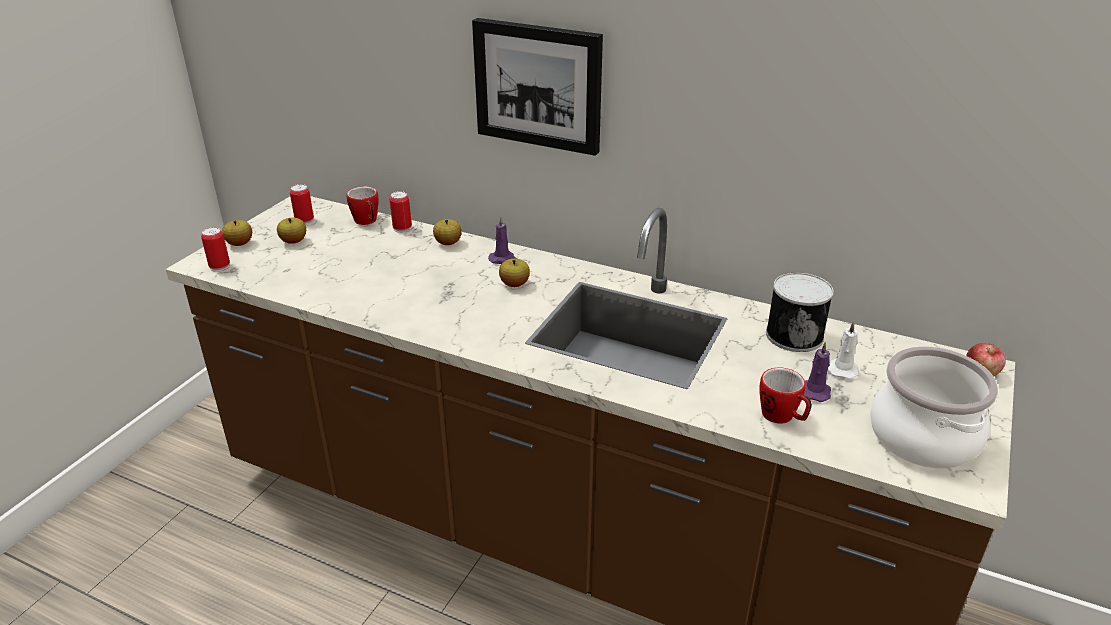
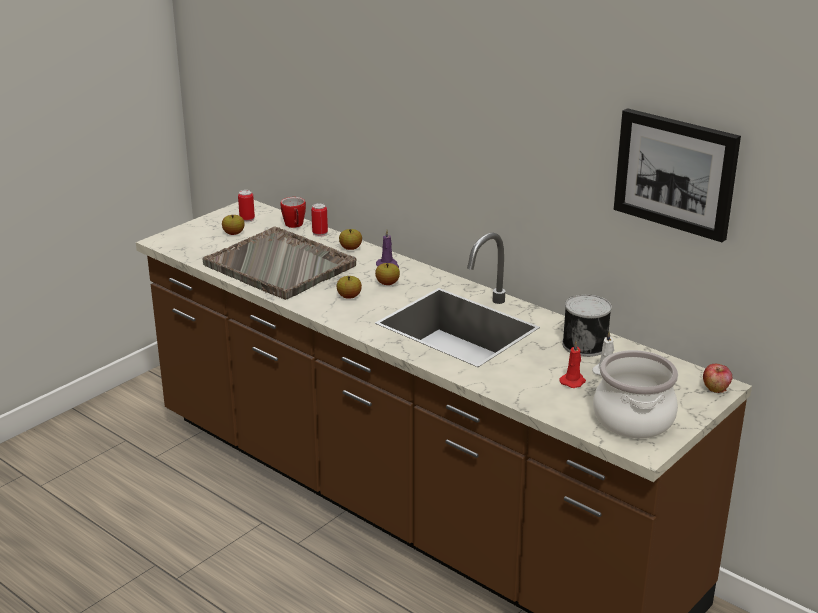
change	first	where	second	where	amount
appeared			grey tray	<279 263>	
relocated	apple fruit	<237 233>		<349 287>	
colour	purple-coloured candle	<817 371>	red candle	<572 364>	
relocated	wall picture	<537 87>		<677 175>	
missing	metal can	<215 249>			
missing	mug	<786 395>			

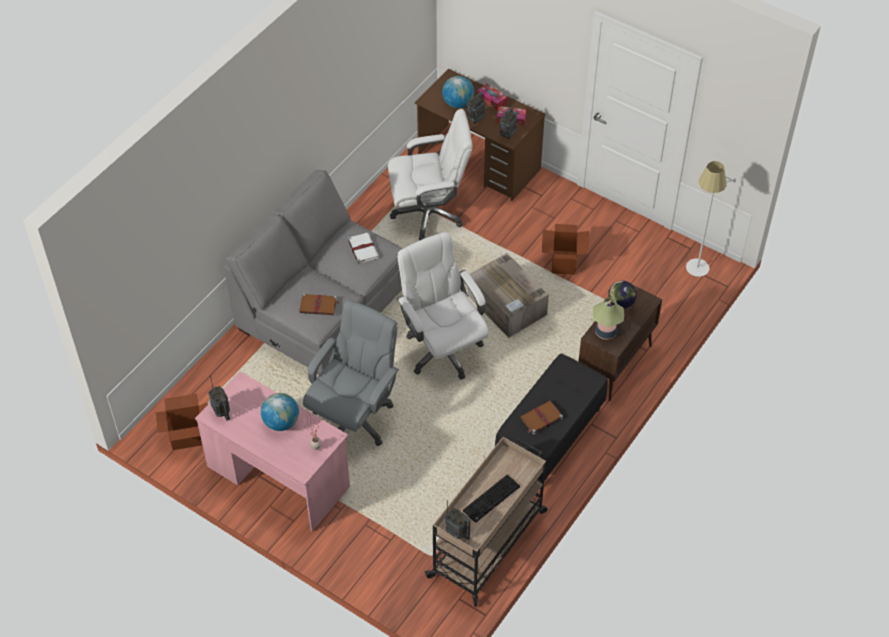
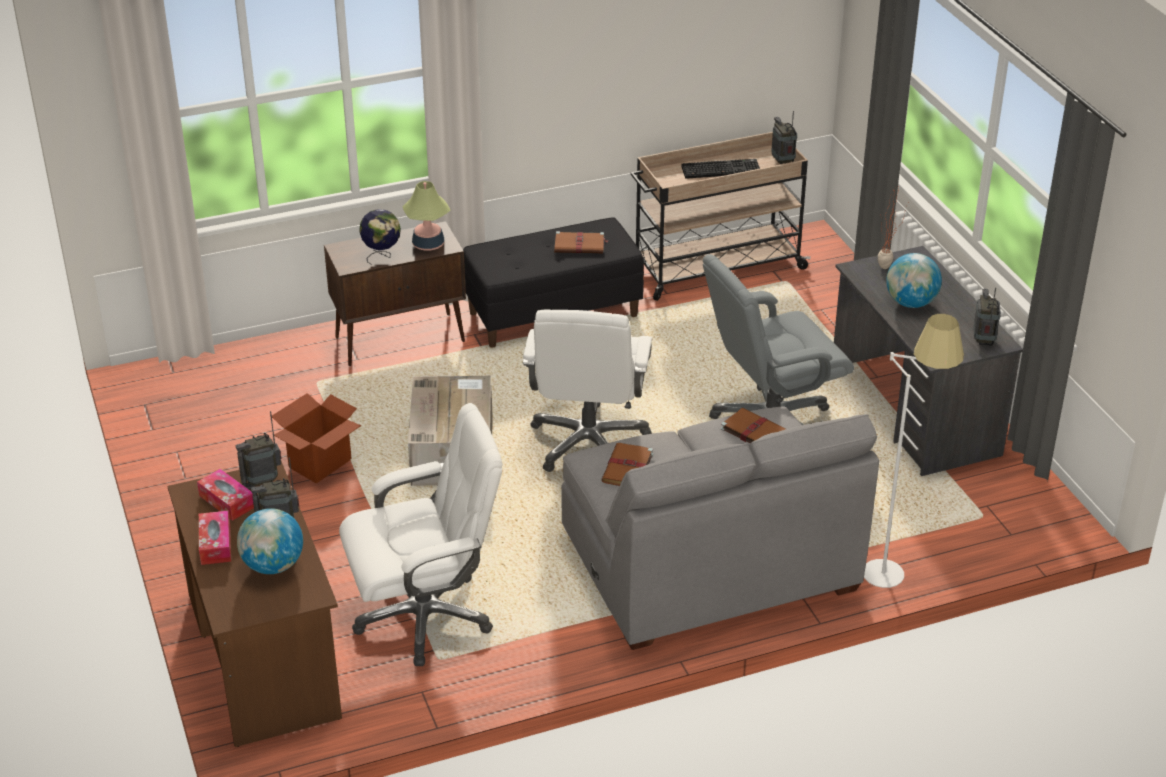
change	first	where	second	where	amount
spun	whitish office chair	<430 174>		<421 534>	135 degrees clockwise
colour	whitish volume	<363 248>	brownish volume	<627 464>	
colour	pinkish desk	<272 451>	grey desk	<928 361>	
relocated	whitish standard lamp	<711 219>		<914 451>	
missing	packing box	<182 421>			

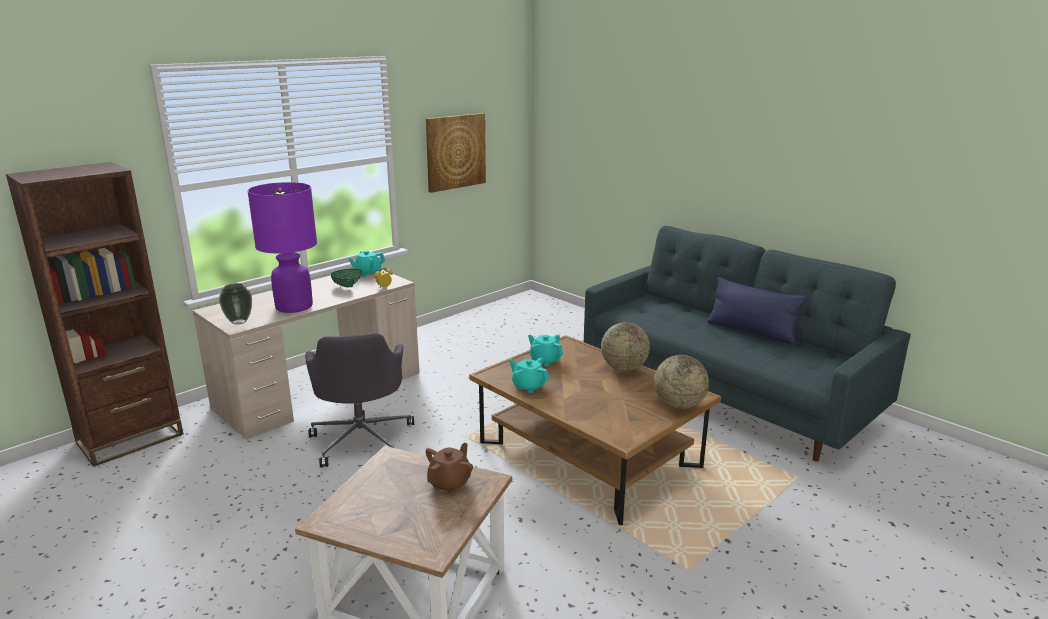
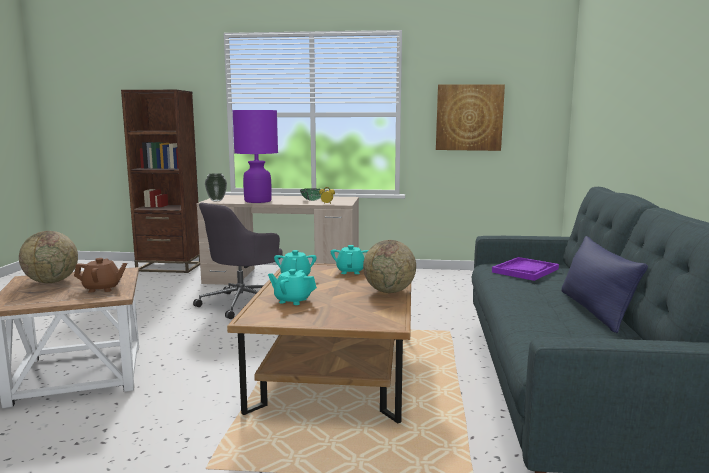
change	first	where	second	where	amount
relocated	globe	<681 382>		<48 257>	
relocated	turquoise pot for tea	<366 264>		<292 287>	
appeared			purple-coloured tray	<525 269>	

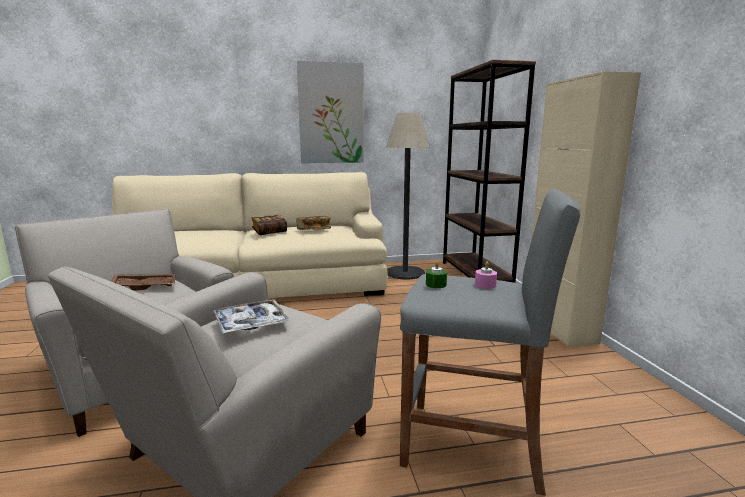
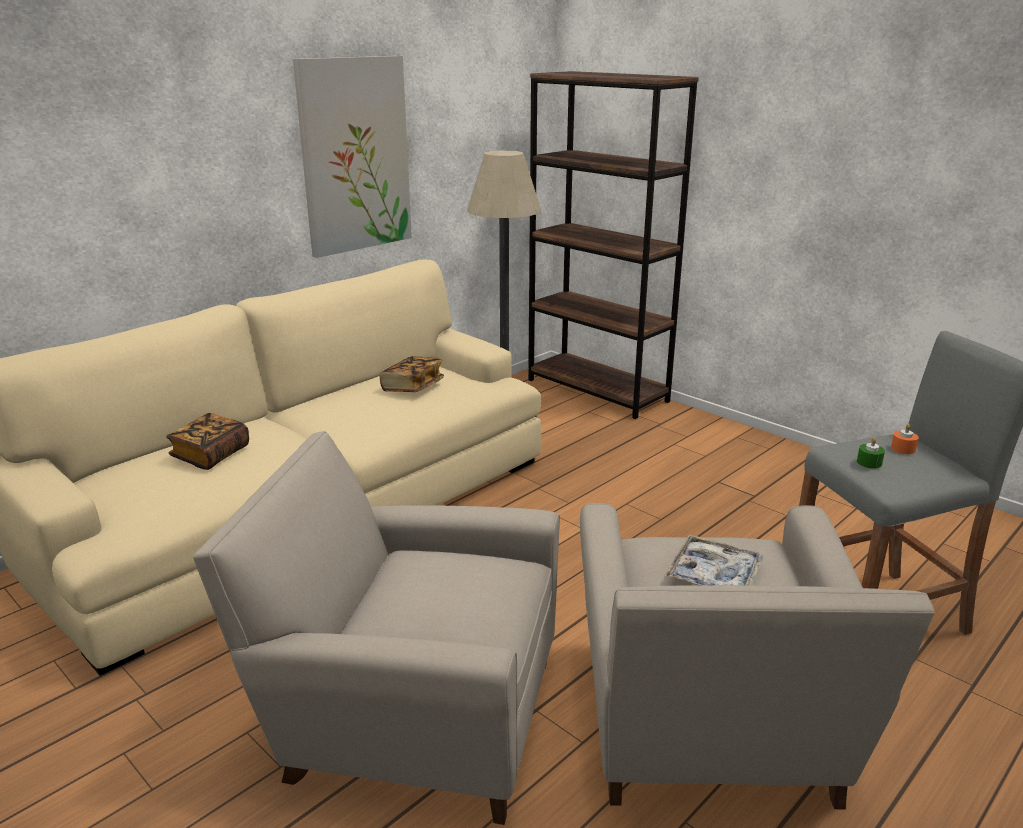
change	first	where	second	where	amount
relocated	volume	<269 225>		<207 441>	
colour	pinkish candle	<486 275>	orange-coloured candle	<905 439>	
missing	brownish tray	<143 282>			
missing	sand-coloured cabinet	<586 209>			

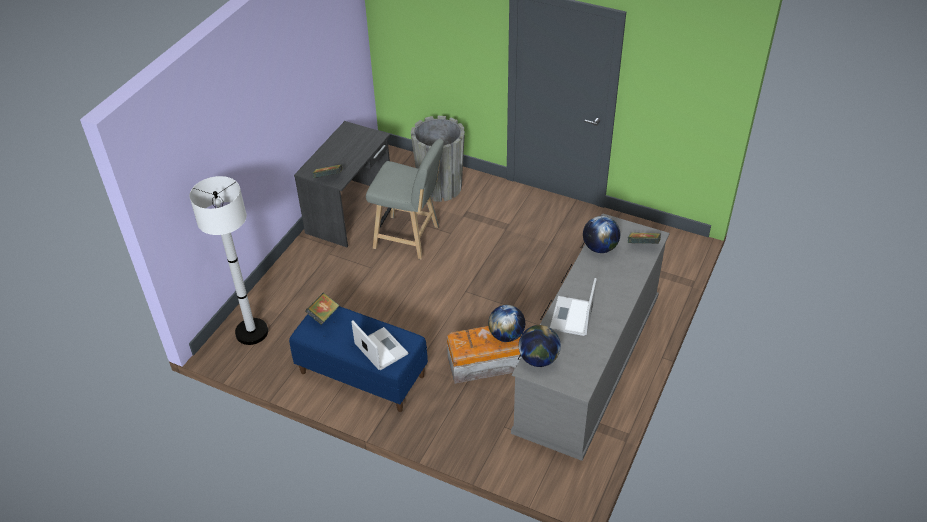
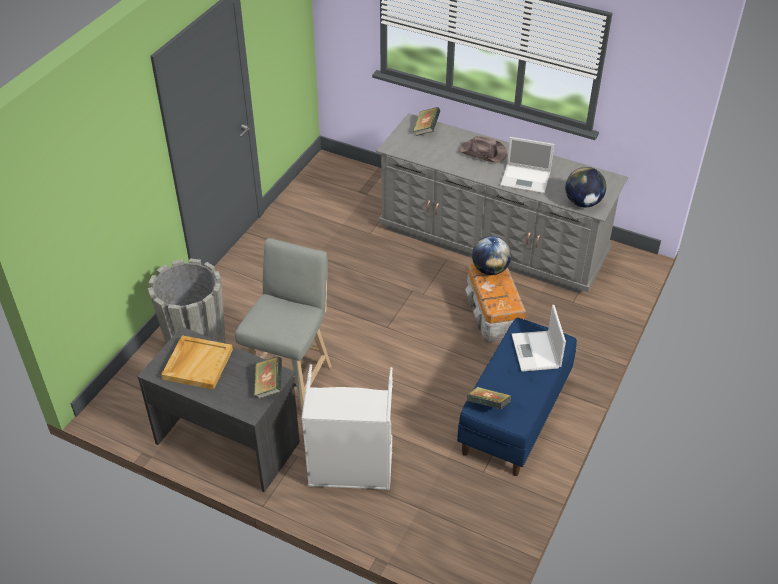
change	first	where	second	where	amount
appeared			sand-coloured tray	<197 362>	
appeared			grey laundry basket	<347 427>	
appeared			brownish clothing hat	<483 149>	
spun	laptop	<379 345>		<539 338>	60 degrees counterclockwise
missing	whitish standard lamp	<229 260>			
missing	globe	<601 234>			

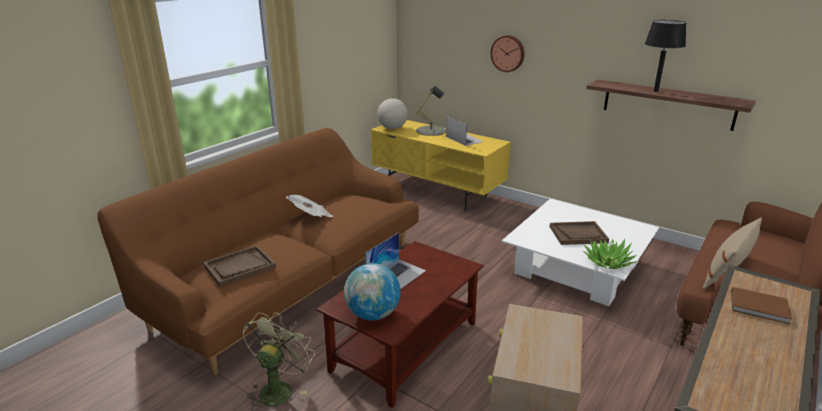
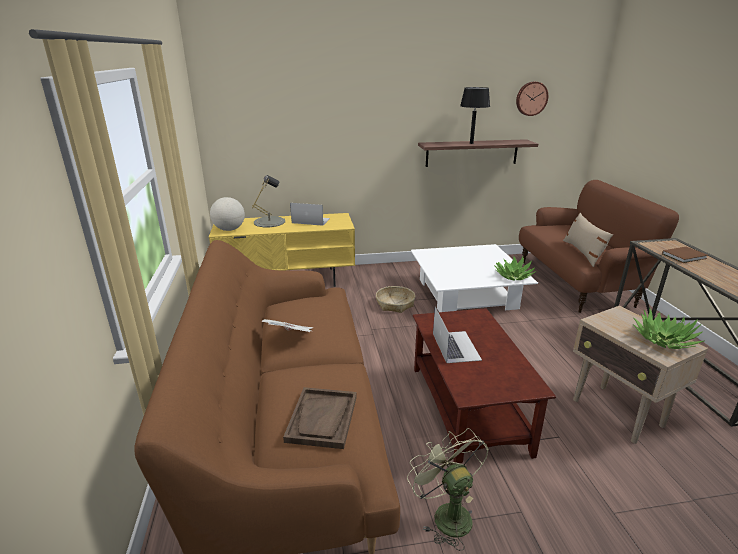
change	first	where	second	where	amount
appeared			basket	<395 299>	
relocated	clock on the wall	<507 53>		<532 98>	
appeared			houseplant	<669 328>	
missing	globe	<372 291>			
missing	brownish tray	<579 233>			

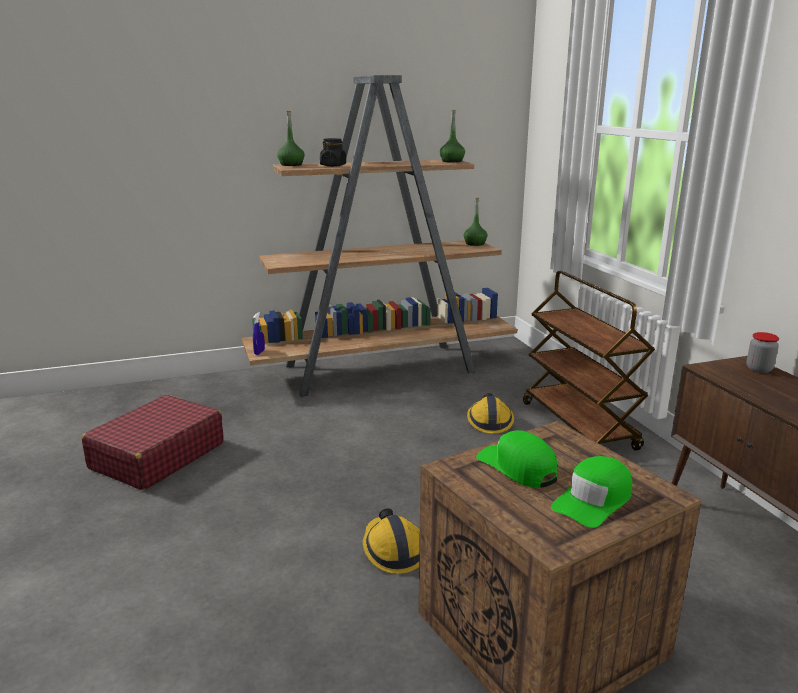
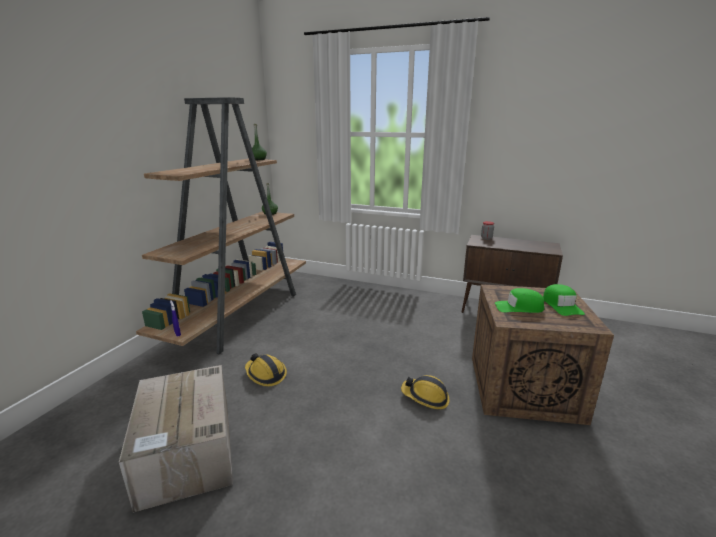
change	first	where	second	where	amount
exchanged	red piece of luggage	<153 442>	packing box	<176 439>	
relocated	safety helmet	<490 413>		<266 369>	
missing	green bottle	<291 138>			
missing	blackish jar	<333 152>			
missing	brownish trolley	<589 361>			

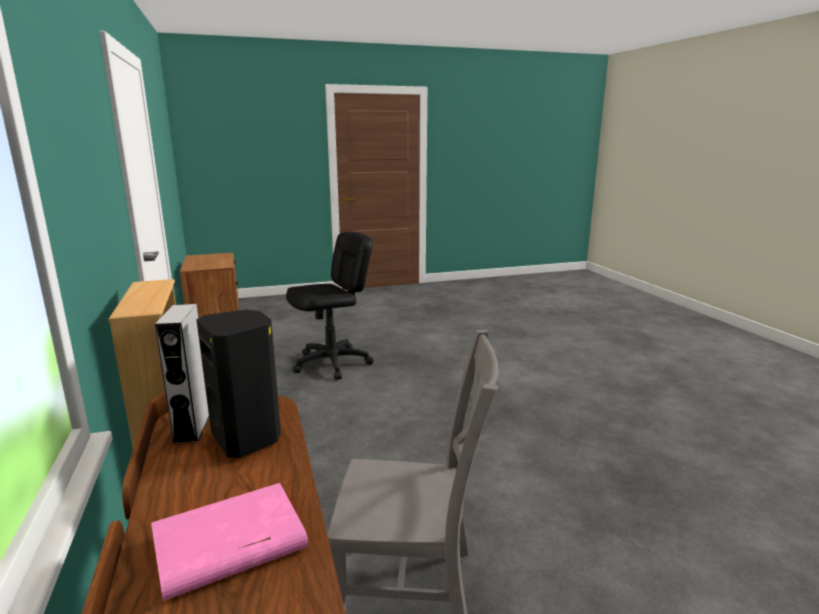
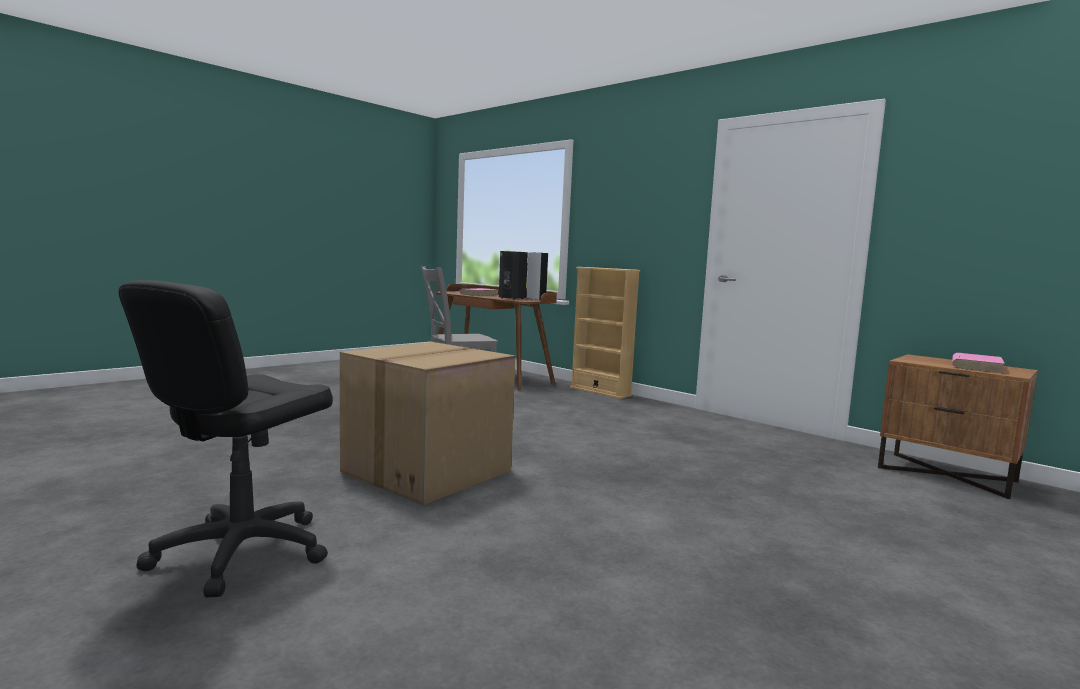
change	first	where	second	where	amount
relocated	blackish office chair	<330 305>		<225 438>	
appeared			packing box	<427 423>	
appeared			pinkish volume	<978 363>	

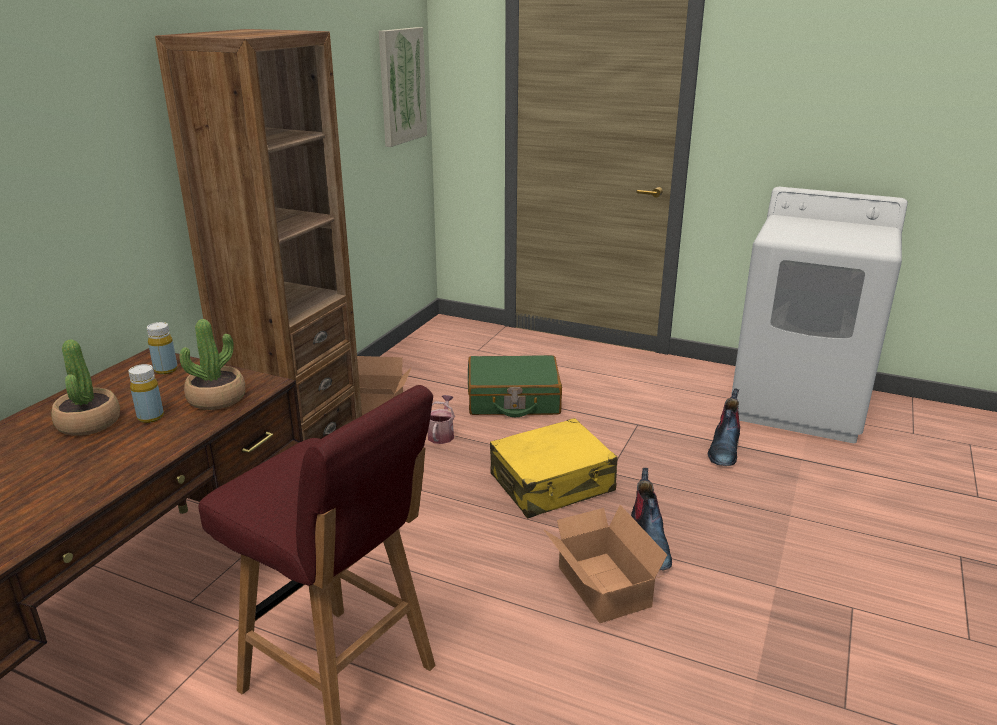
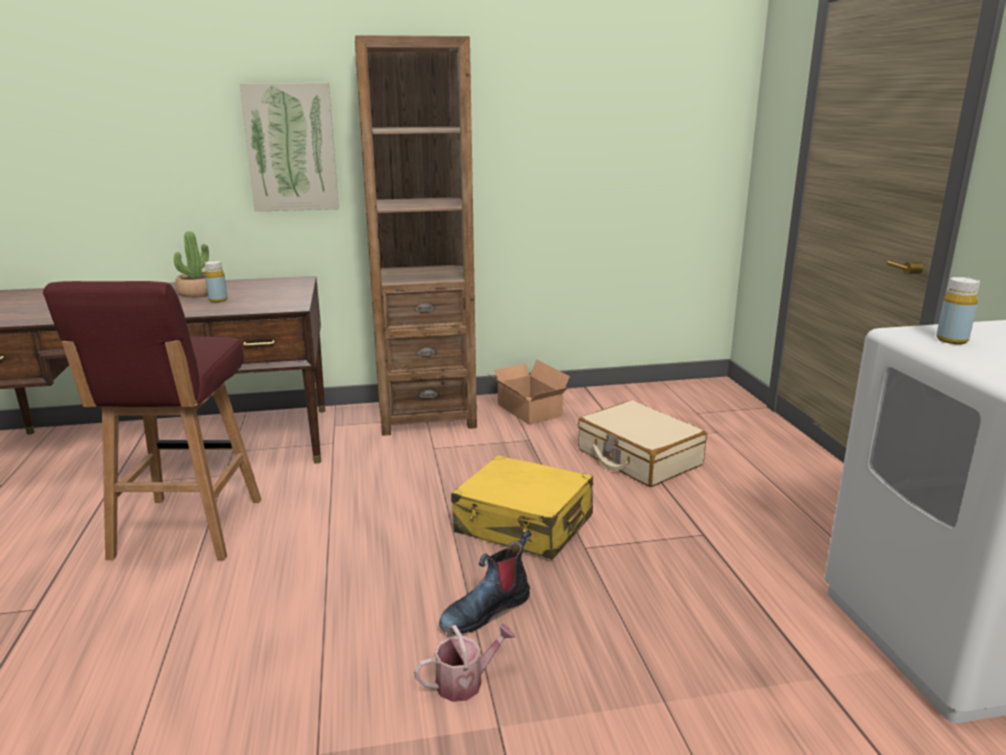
change	first	where	second	where	amount
relocated	wall picture	<403 87>		<289 147>	
relocated	sprinkling can	<441 419>		<465 662>	
colour	green piece of luggage	<515 386>	sand-coloured piece of luggage	<642 443>	
relocated	yellowish bottle	<162 348>		<958 310>	
missing	houseplant	<212 364>			
missing	packing box	<605 564>			
missing	boot	<724 427>			

